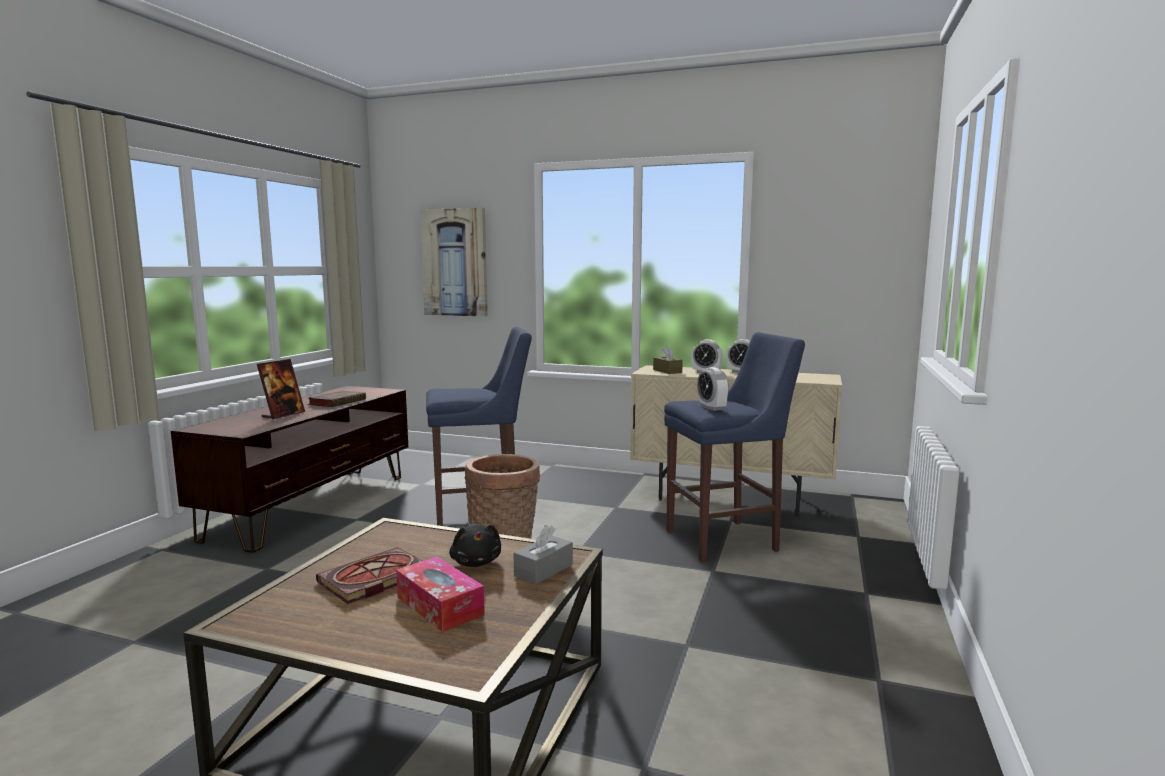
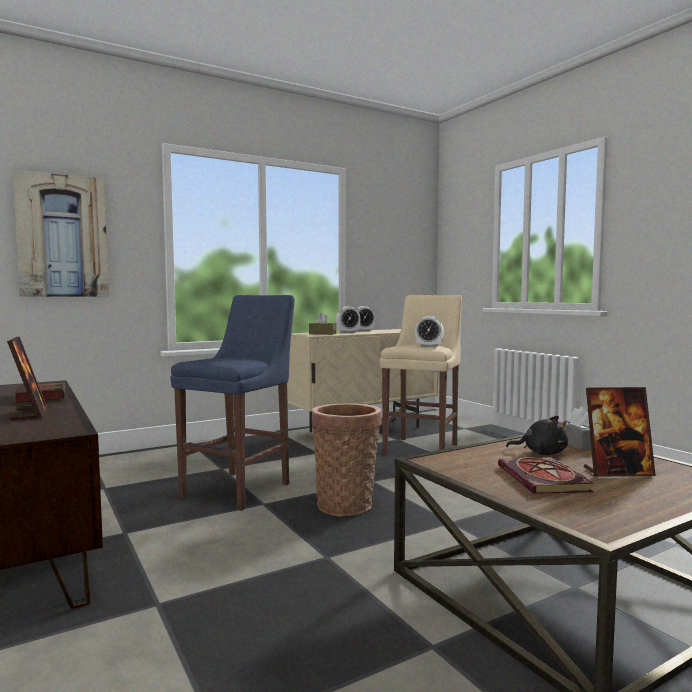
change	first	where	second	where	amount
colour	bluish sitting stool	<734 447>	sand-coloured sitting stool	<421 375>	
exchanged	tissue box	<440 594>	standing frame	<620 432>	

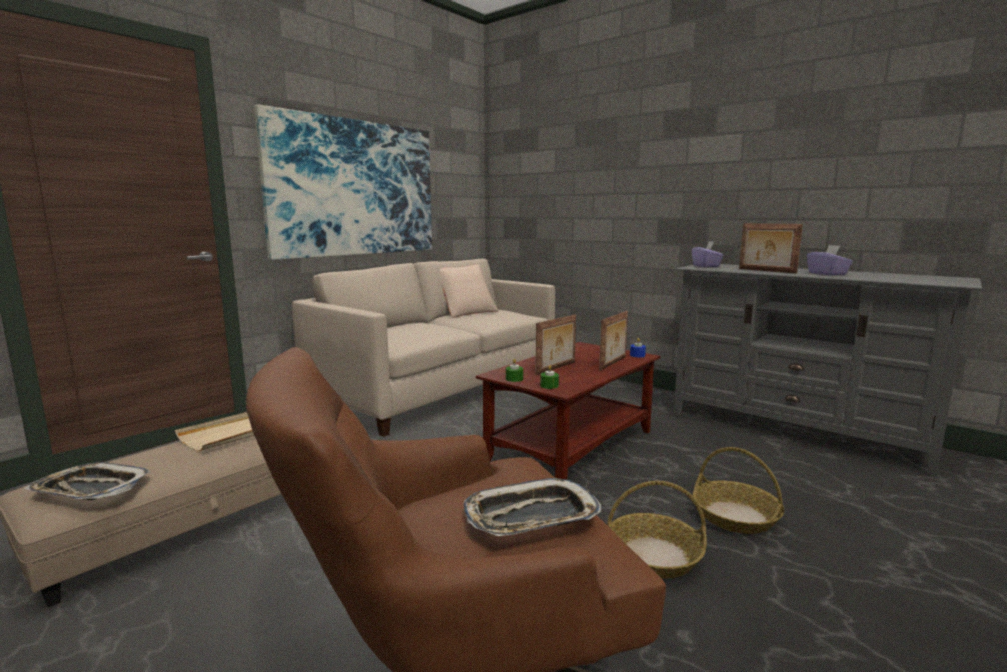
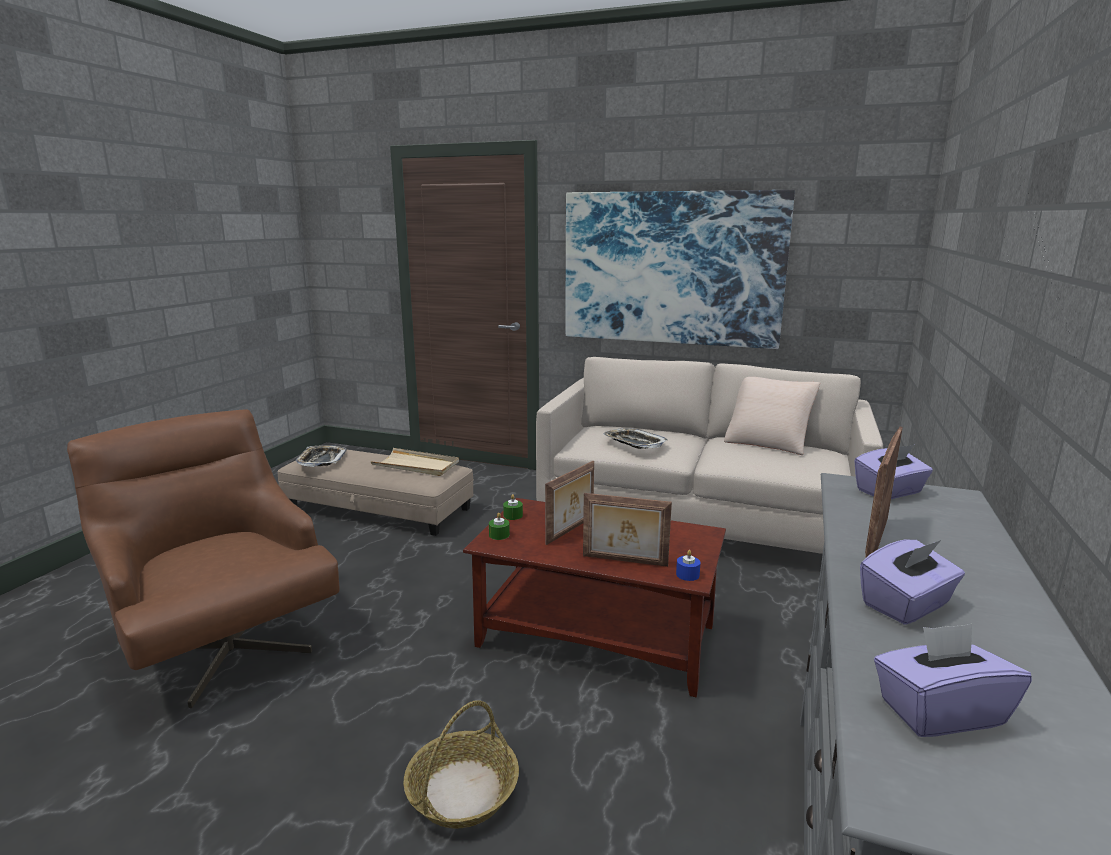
change	first	where	second	where	amount
spun	standing frame	<555 345>		<569 503>	75 degrees counterclockwise
relocated	tray	<532 507>		<635 438>	
appeared			purple-coloured tissue box	<953 680>	
missing	basket	<657 529>			

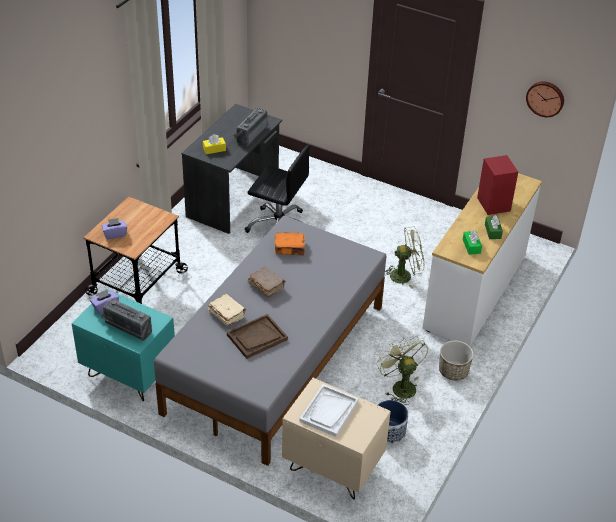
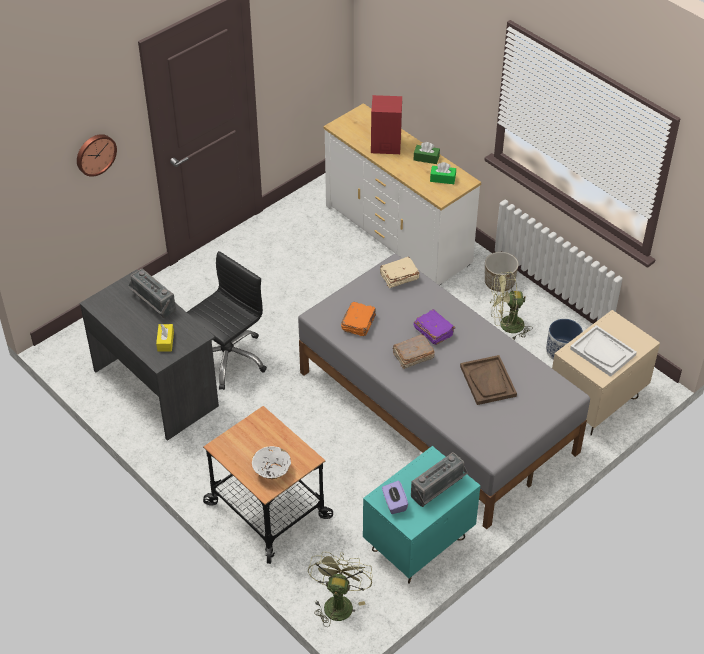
change	first	where	second	where	amount
relocated	clock on the wall	<545 99>		<97 155>	
exchanged	purple-coloured tissue box	<114 228>	whitish serving bowl	<271 462>	
relocated	green cooling fan	<405 257>		<340 589>	
relocated	sand-coloured volume	<227 310>		<399 272>	
appeared			purple-coloured volume	<434 327>	

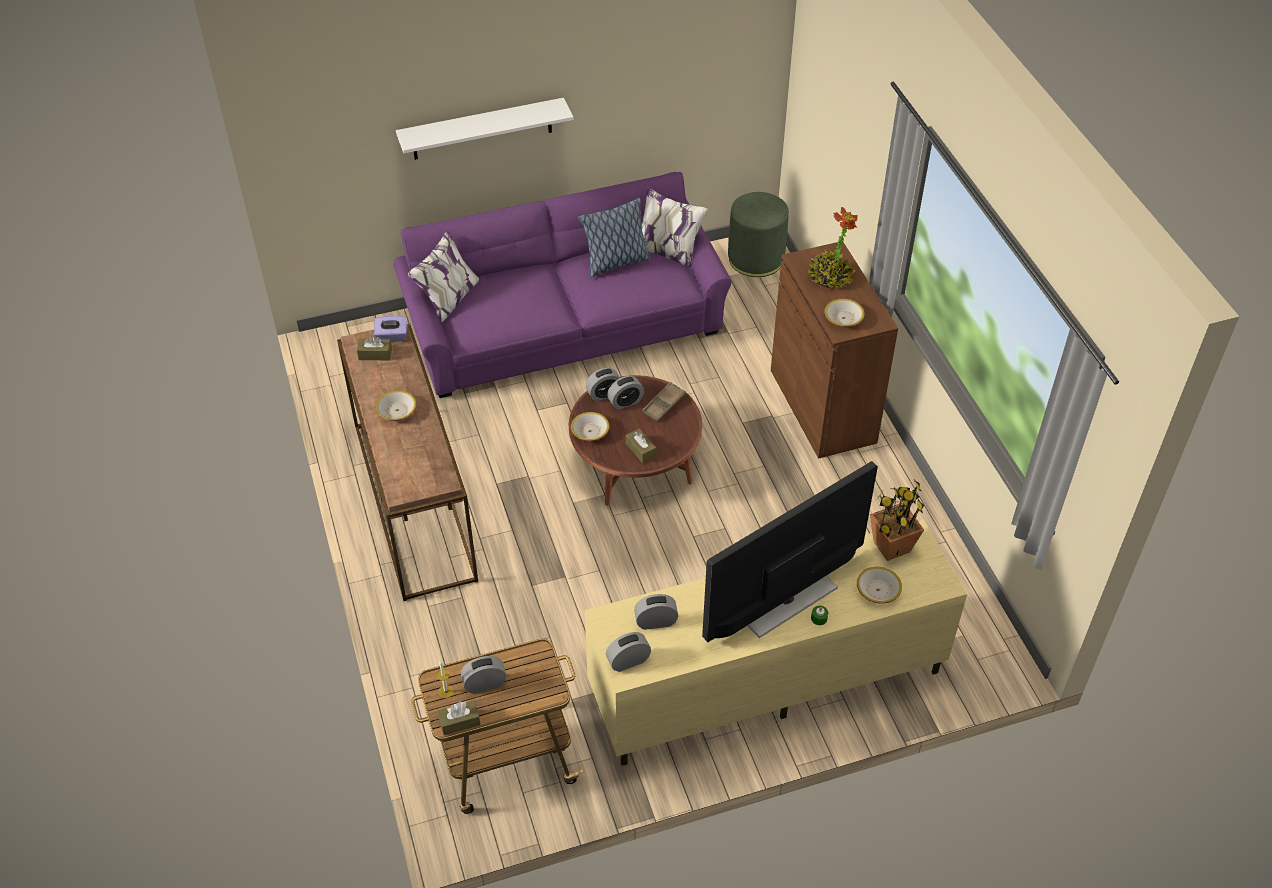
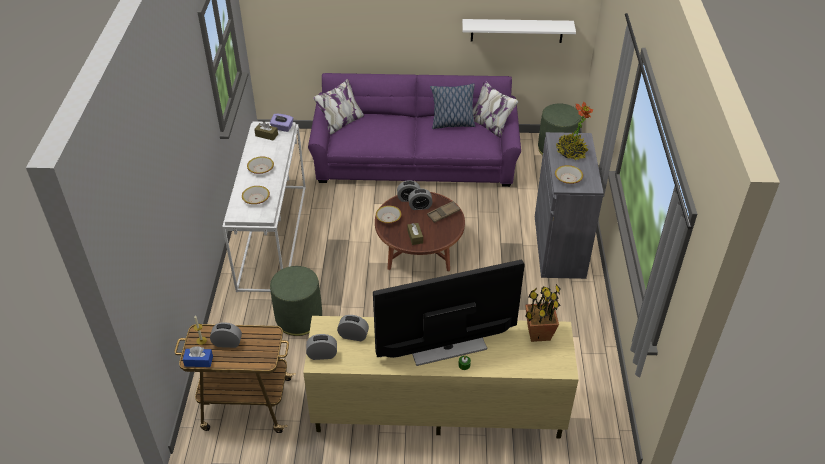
change	first	where	second	where	amount
colour	brownish tissue box	<458 717>	bluish tissue box	<198 356>	
colour	brownish narrow table	<407 462>	whitish narrow table	<264 206>	
relocated	serving bowl	<879 585>		<256 195>	
appeared			green ottoman	<296 301>	
relocated	whitish bracket shelf	<485 129>		<519 31>	
colour	brownish cabinet	<834 350>	grey cabinet	<569 205>	

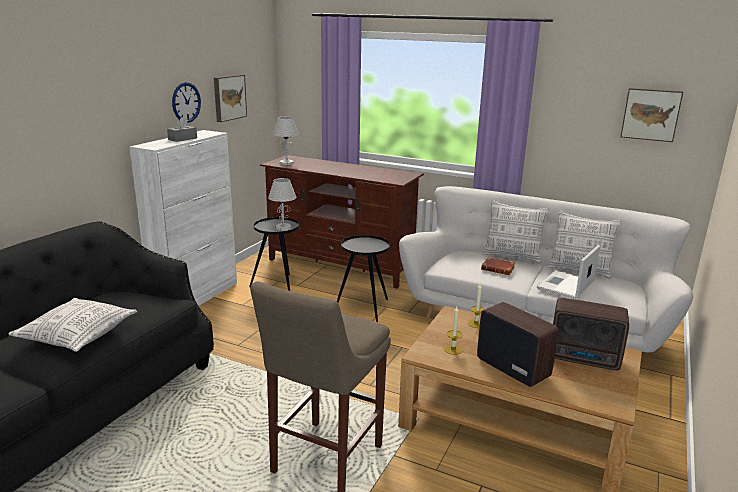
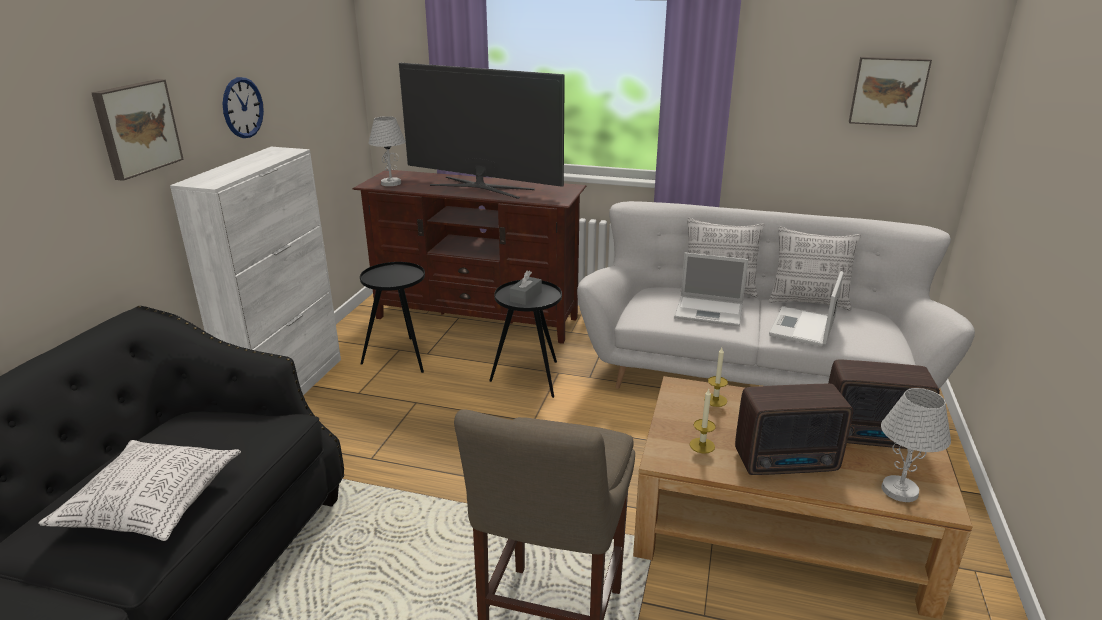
change	first	where	second	where	amount
relocated	wall picture	<230 98>		<138 130>	
appeared			TV set	<482 131>	
relocated	grey tissue box	<182 129>		<526 288>	
exchanged	brownish volume	<498 266>	laptop	<711 290>	
spun	radio receiver	<517 344>		<794 429>	135 degrees clockwise
relocated	whitish table lamp	<282 204>		<916 445>	

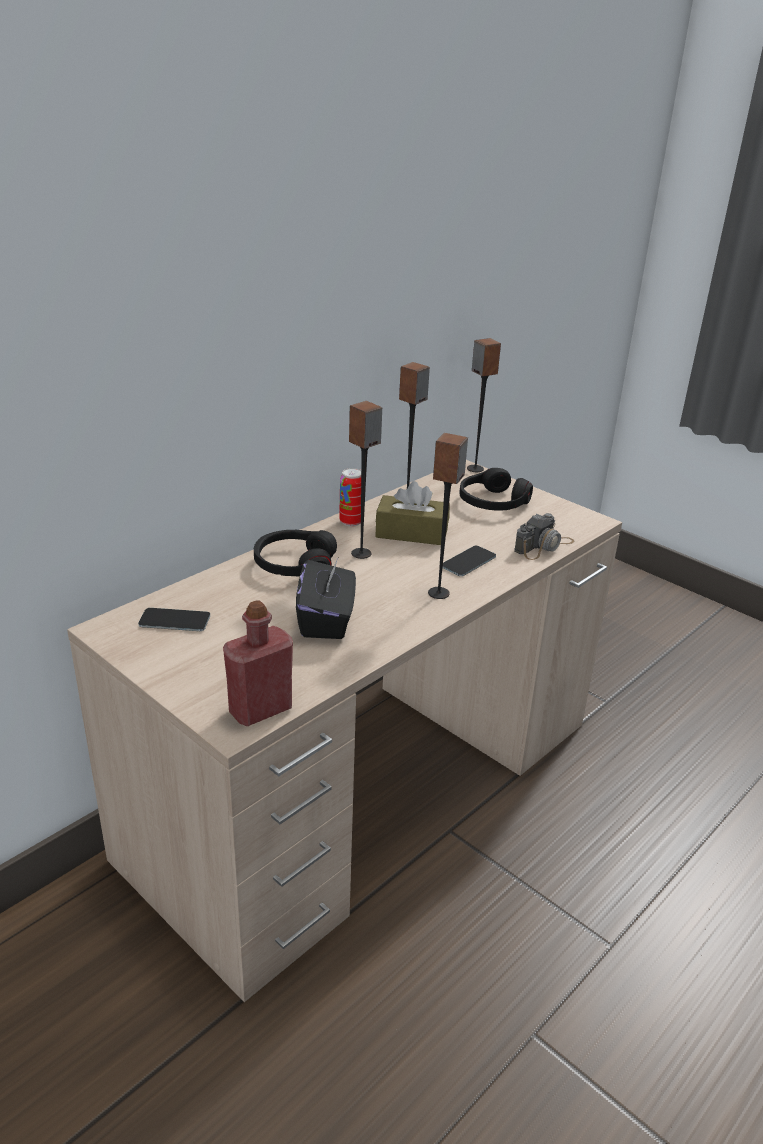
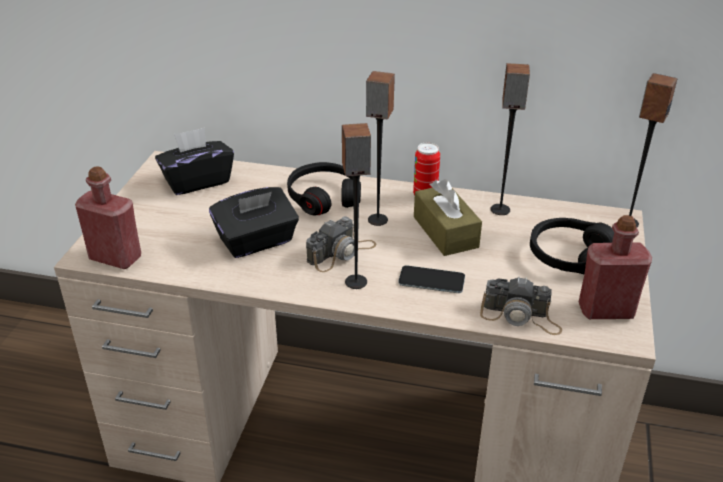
change	first	where	second	where	amount
exchanged	handset	<174 619>	blackish tissue box	<194 161>	
appeared			photo camera	<341 244>	
appeared			red bottle	<615 267>	

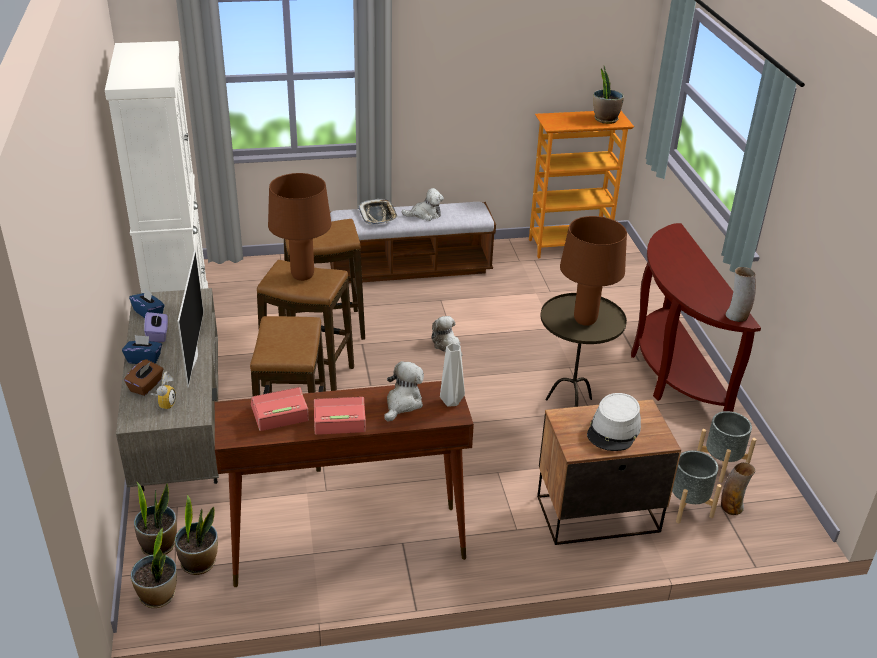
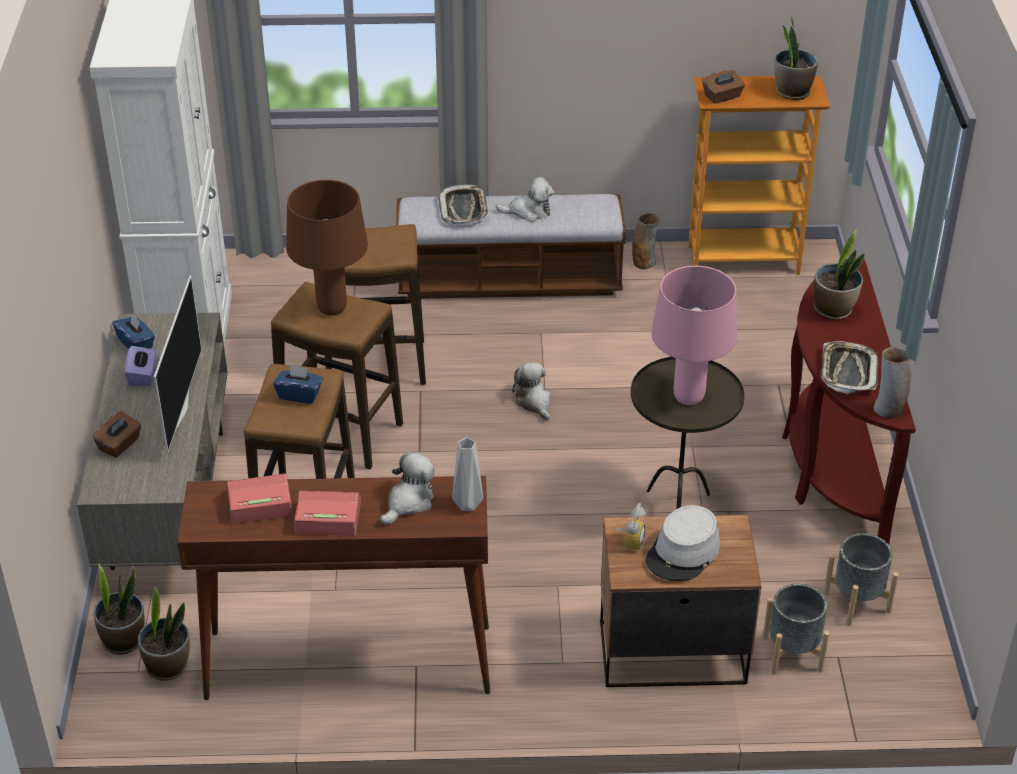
change	first	where	second	where	amount
relocated	bluish tissue box	<142 349>		<298 384>	
relocated	bedside clock	<163 390>		<630 527>	
relocated	vase	<738 488>		<646 241>	
colour	brownish table lamp	<593 271>	pinkish table lamp	<694 335>	
appeared			brownish tissue box	<723 87>	
relocated	houseplant	<154 568>		<839 275>	
appeared			tray	<850 367>	

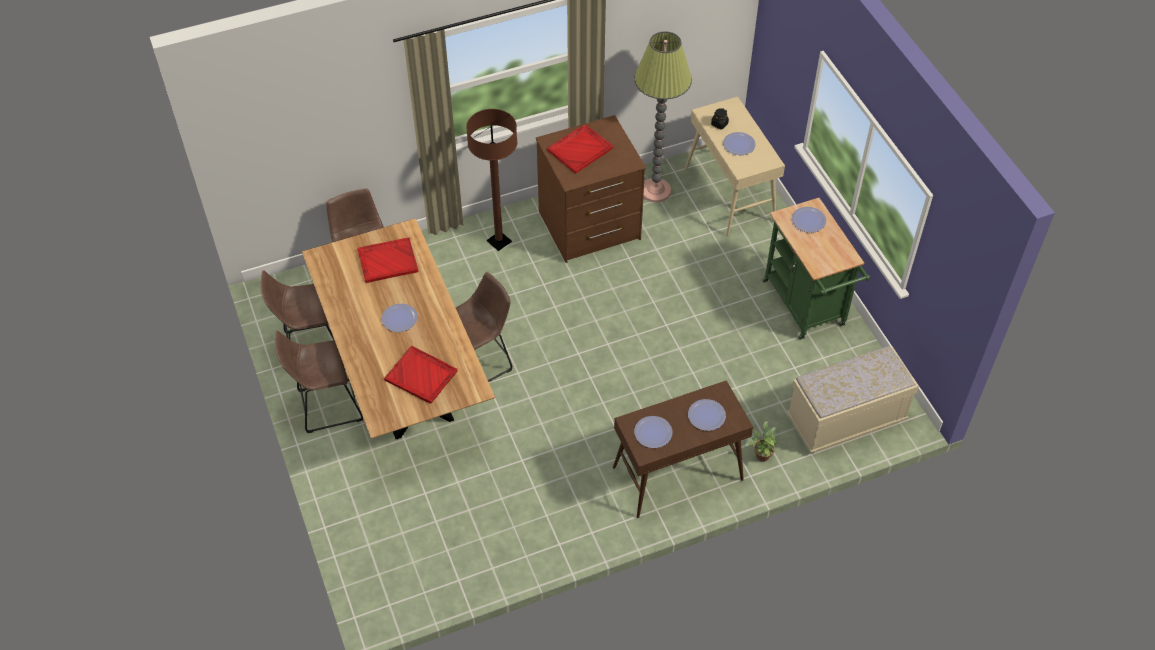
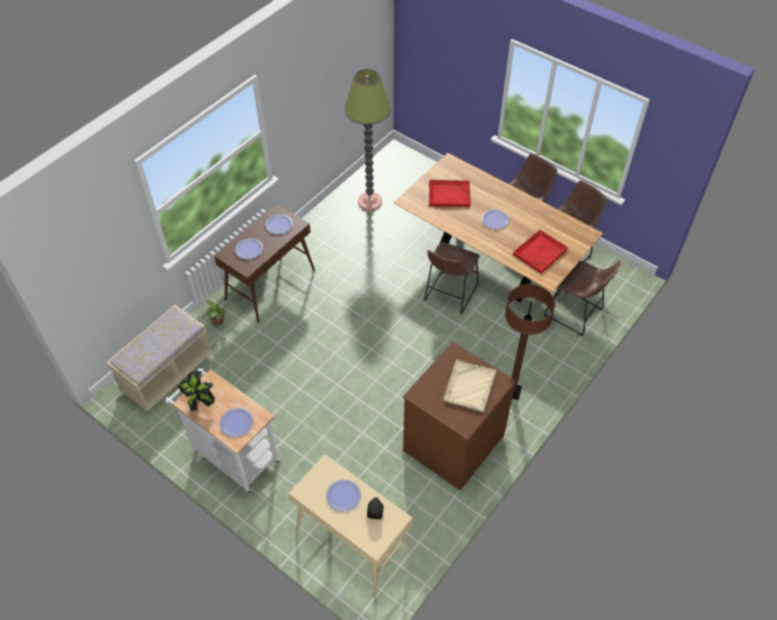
change	first	where	second	where	amount
colour	green trolley	<816 269>	whitish trolley	<222 431>	
appeared			houseplant	<196 391>	
relocated	standard lamp	<663 116>		<368 140>	
colour	red tray	<580 148>	sand-coloured tray	<469 386>	

